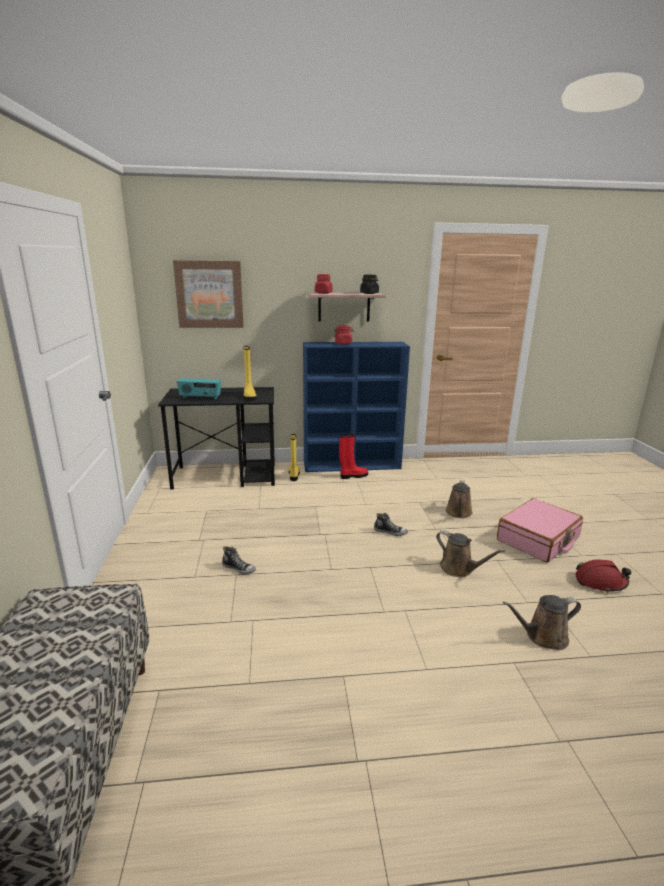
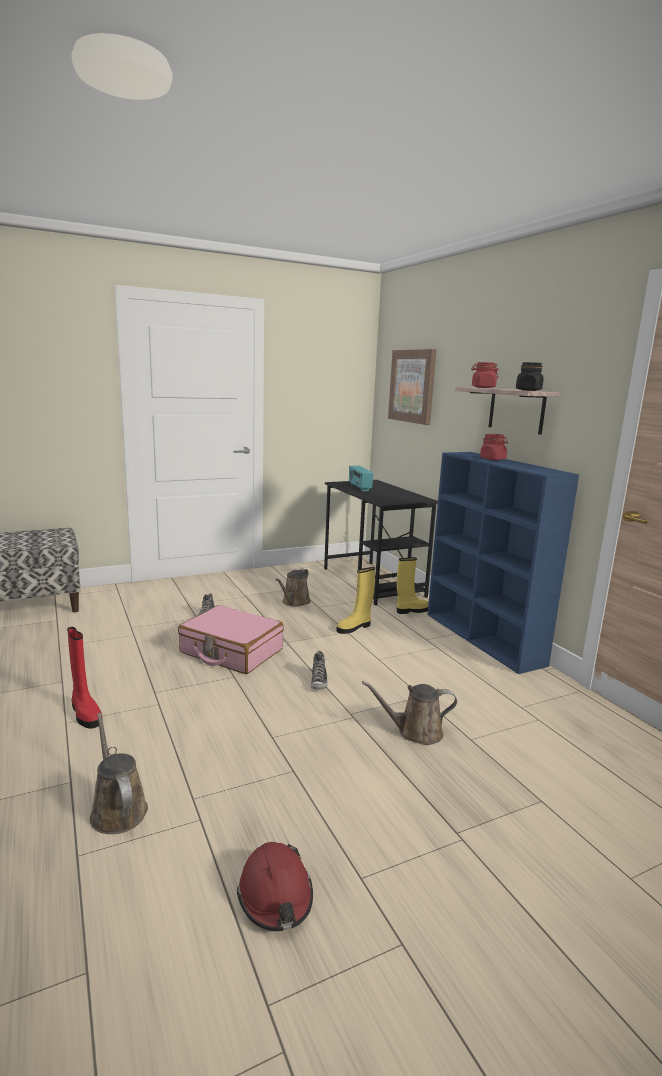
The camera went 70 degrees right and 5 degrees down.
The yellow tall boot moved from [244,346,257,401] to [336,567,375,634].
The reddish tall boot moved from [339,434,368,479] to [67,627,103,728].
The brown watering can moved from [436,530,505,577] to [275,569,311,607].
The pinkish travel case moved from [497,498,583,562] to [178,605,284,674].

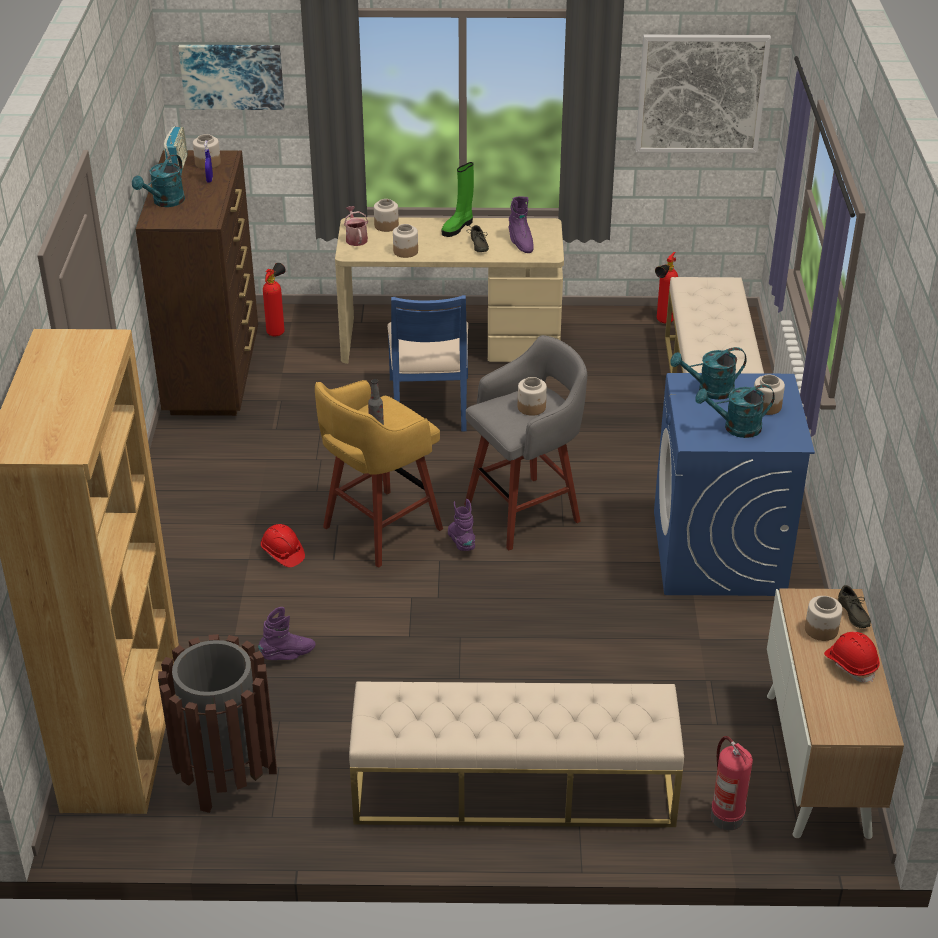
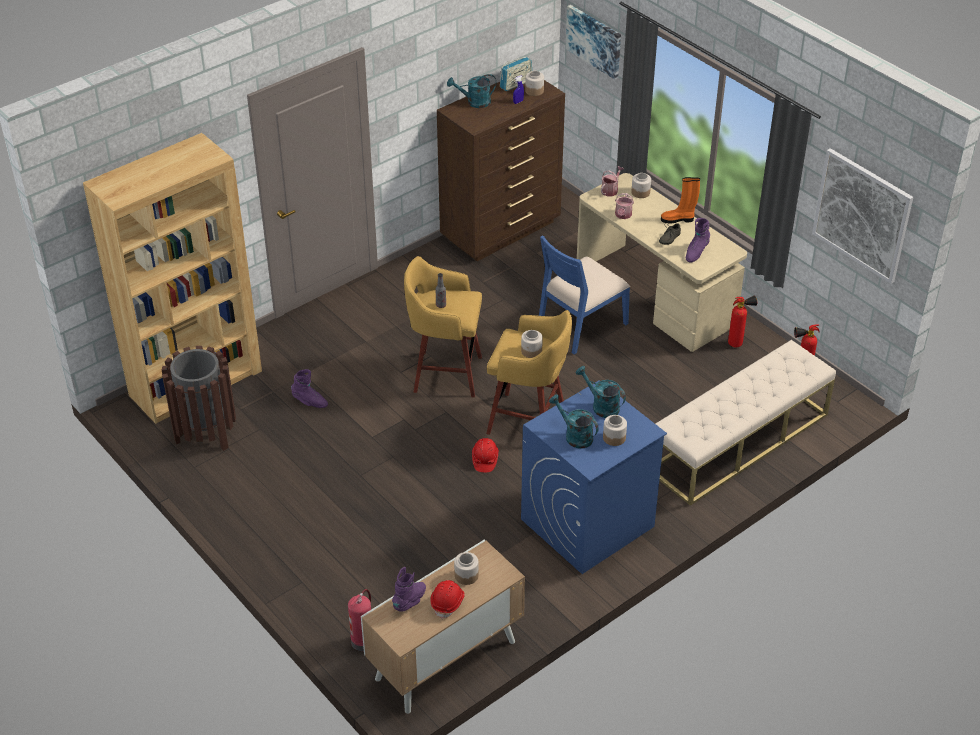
The camera went 50 degrees right and 5 degrees up.
The reddish work helmet moved from [261,524,305,567] to [472,438,499,472].
The extinguisher moved from [263,263,286,336] to [728,295,757,347].
The beige indoor bench at [349,681,684,827] disappeared.
The jar at [393,224,418,258] was replaced by the watering can at [615,193,634,219].
The greenish tall boot at [442,162,474,237] became the orangey tall boot at [661,177,700,223].
The purple-coloured tall boot moved from [448,499,475,551] to [392,567,426,612].
The gray stool at [464,335,587,550] became the yellow stool at [486,310,572,435].
The gray shoe at [838,585,871,628] disappeared.

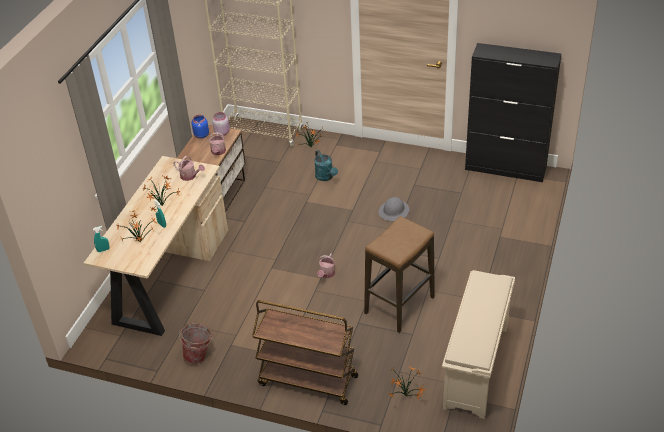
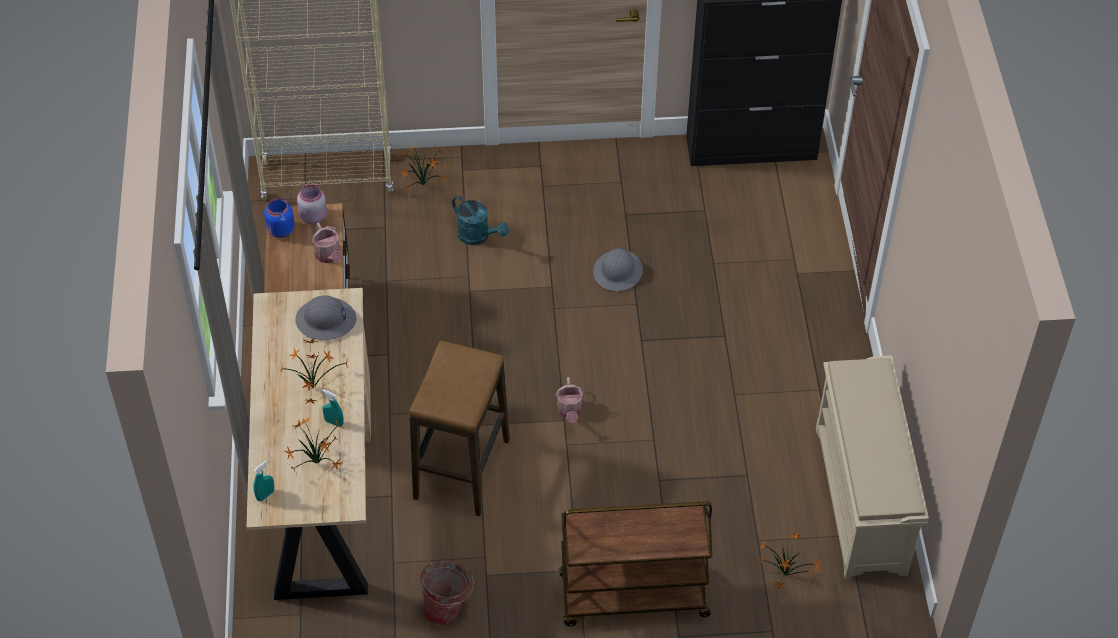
The camera went 25 degrees left and 10 degrees up.
The watering can at [173,156,205,181] was replaced by the gray work helmet at [295,295,356,340].
The stool moved from [364,216,435,333] to [409,341,510,516].

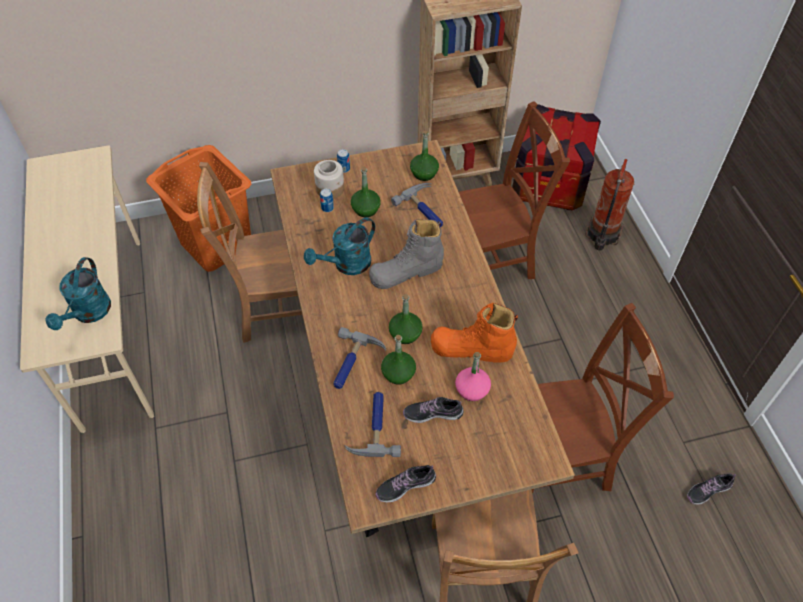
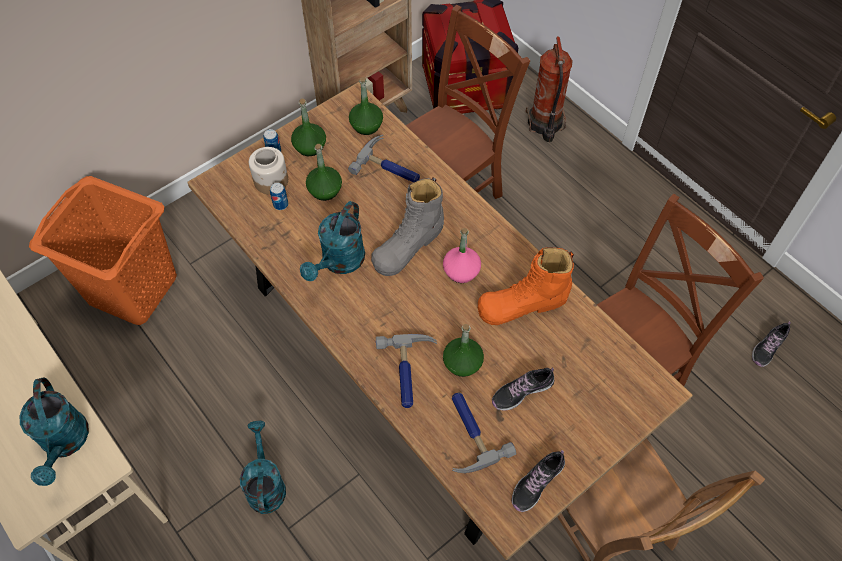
The camera went 25 degrees left and 5 degrees up.
The brown chair at [197,162,302,343] disappeared.
The greenish drink bottle moved from [389,294,423,344] to [291,98,326,156].
The pinkish drink bottle moved from [455,352,491,401] to [443,228,481,283].
The blue-green watering can at [240,421,286,514] appeared.

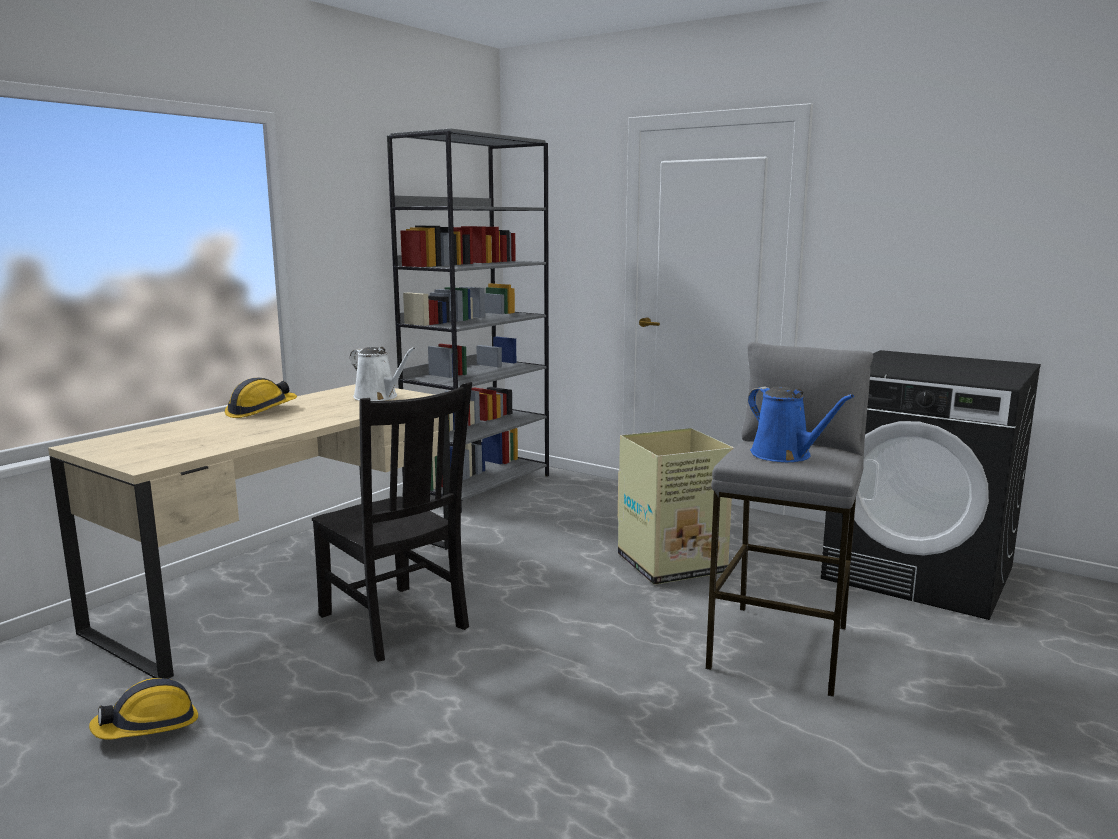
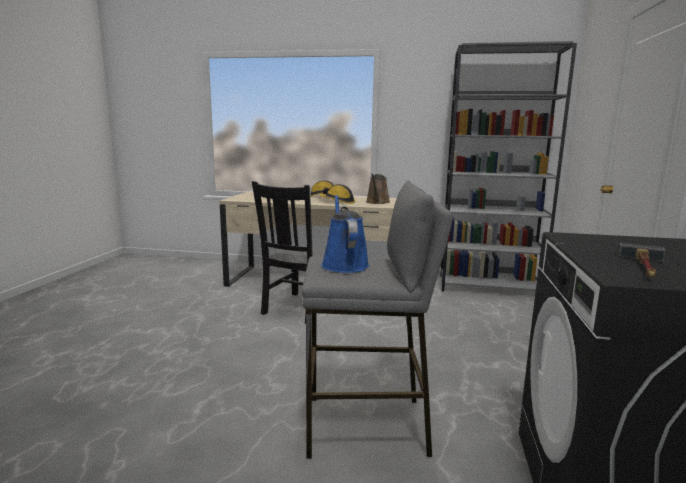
The camera went 65 degrees right and 0 degrees up.
The work helmet moved from [89,678,198,740] to [320,184,356,204].
The whitish watering can at [350,347,415,401] became the brown watering can at [366,174,390,204].
The cardboard box at [618,428,734,585] disappeared.
The bluish watering can at [748,386,854,462] turned 135 degrees clockwise.
The hand hammer at [618,243,666,278] appeared.

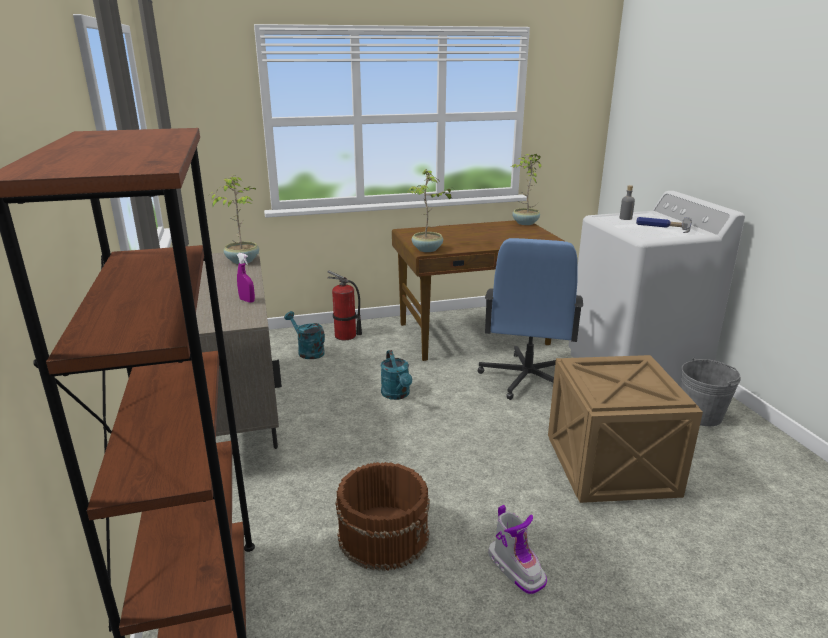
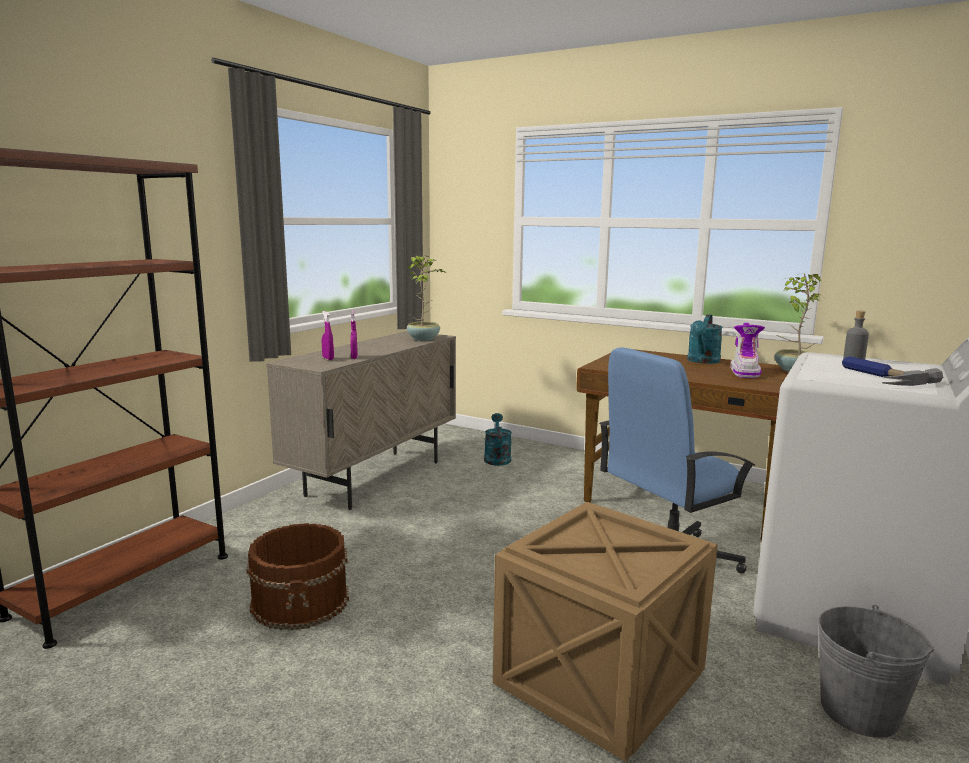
The camera went 45 degrees right and 10 degrees down.
The extinguisher at [328,270,362,340] disappeared.
The blue-green watering can moved from [381,350,412,400] to [687,314,723,364].
The houseplant at [408,169,456,252] disappeared.
The tall boot moved from [488,505,547,594] to [730,323,765,378].
The purple-coloured spray bottle at [322,311,334,360] appeared.

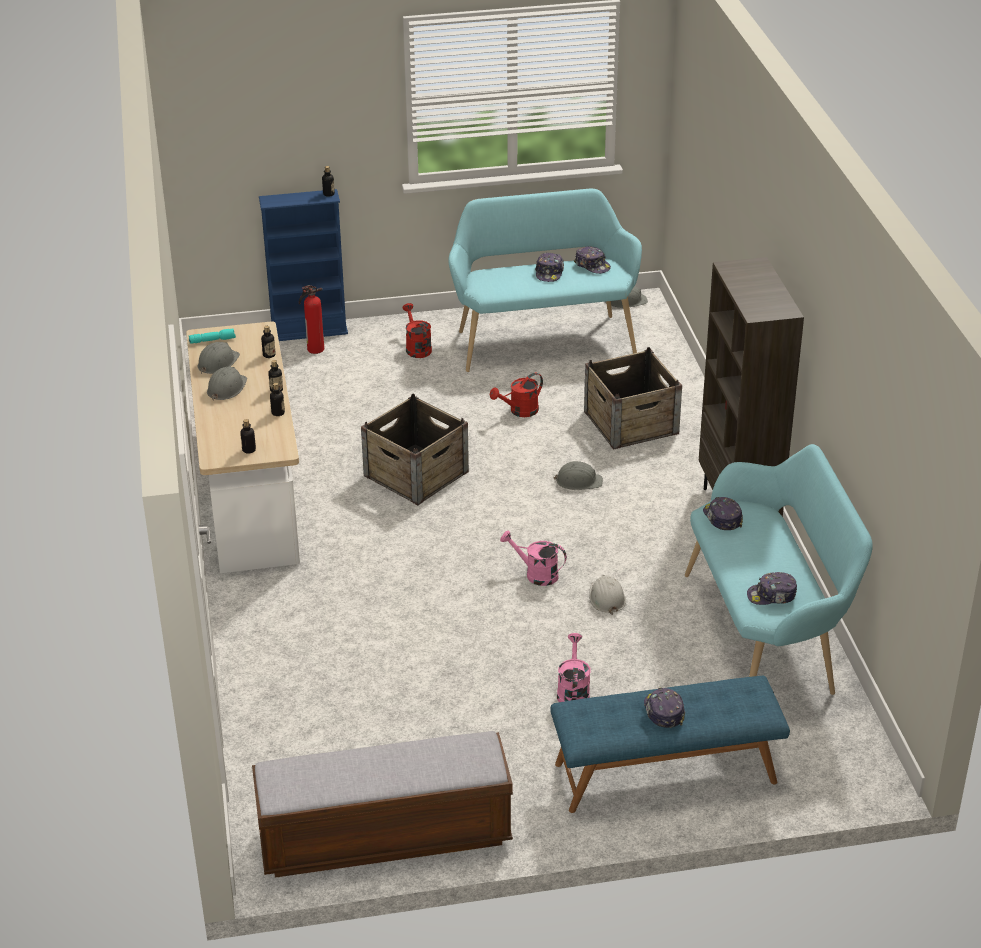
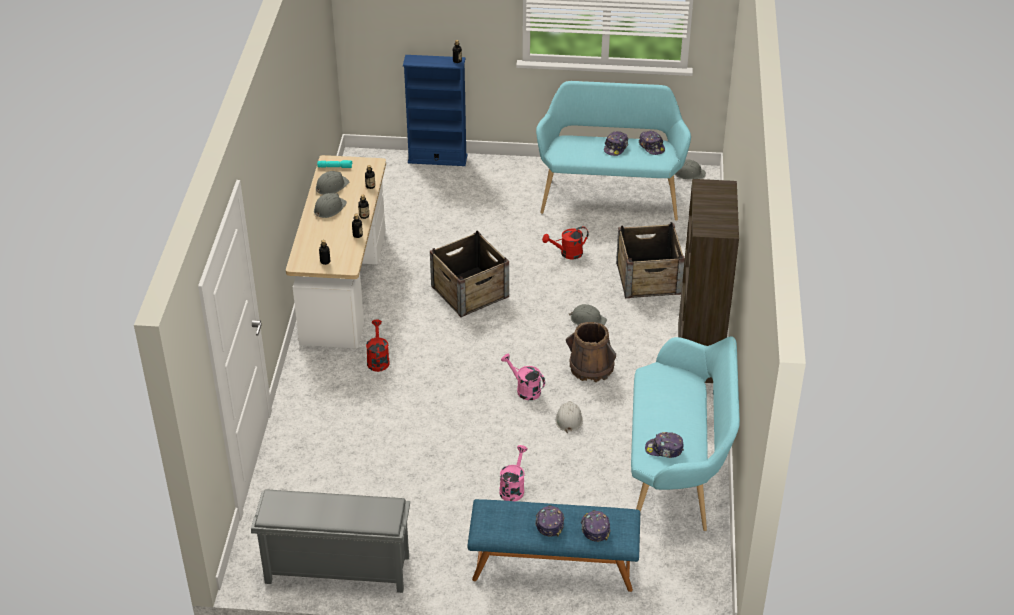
The camera went 15 degrees right and 5 degrees up.
The indoor bench at [252,731,513,878] was replaced by the gray shoe shelf at [251,489,410,593].
The extinguisher at [299,285,324,354] disappeared.
The reddish watering can moved from [402,303,432,358] to [366,320,390,372].
The cap moved from [703,497,743,530] to [581,510,611,542].
The brown water bucket at [566,322,616,382] appeared.

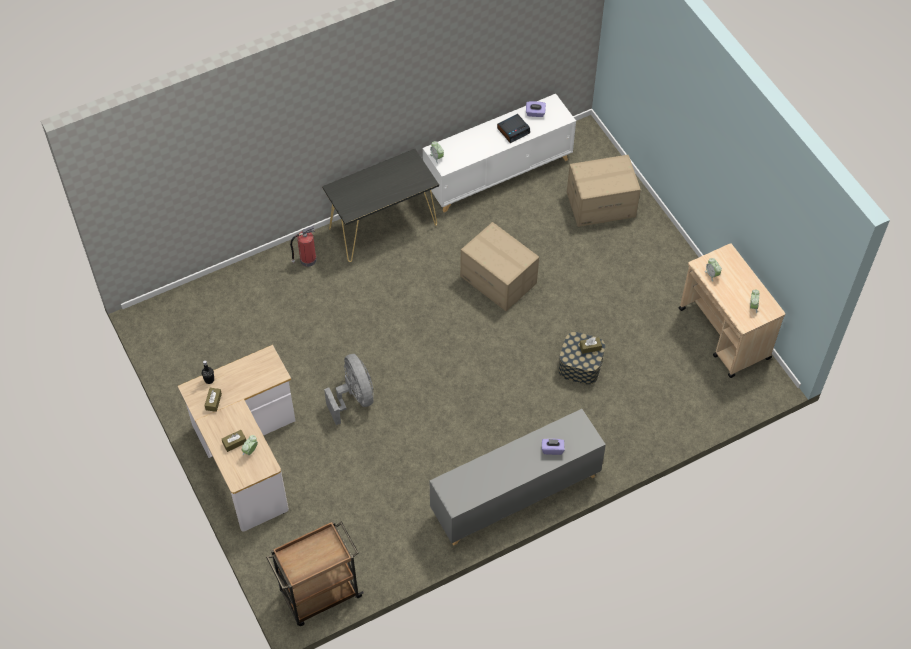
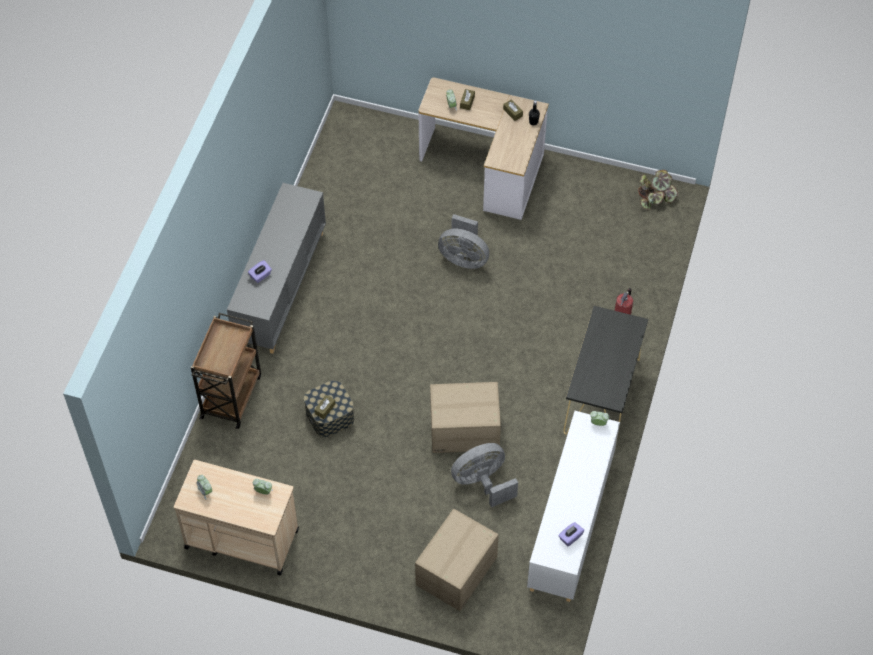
The camera went 135 degrees right and 0 degrees up.
The brown cart moved from [266,521,364,626] to [191,313,261,429].
The bedside clock at [497,114,530,143] disappeared.
The gray fan at [451,443,518,507] appeared.
The houseplant at [638,170,678,210] appeared.

